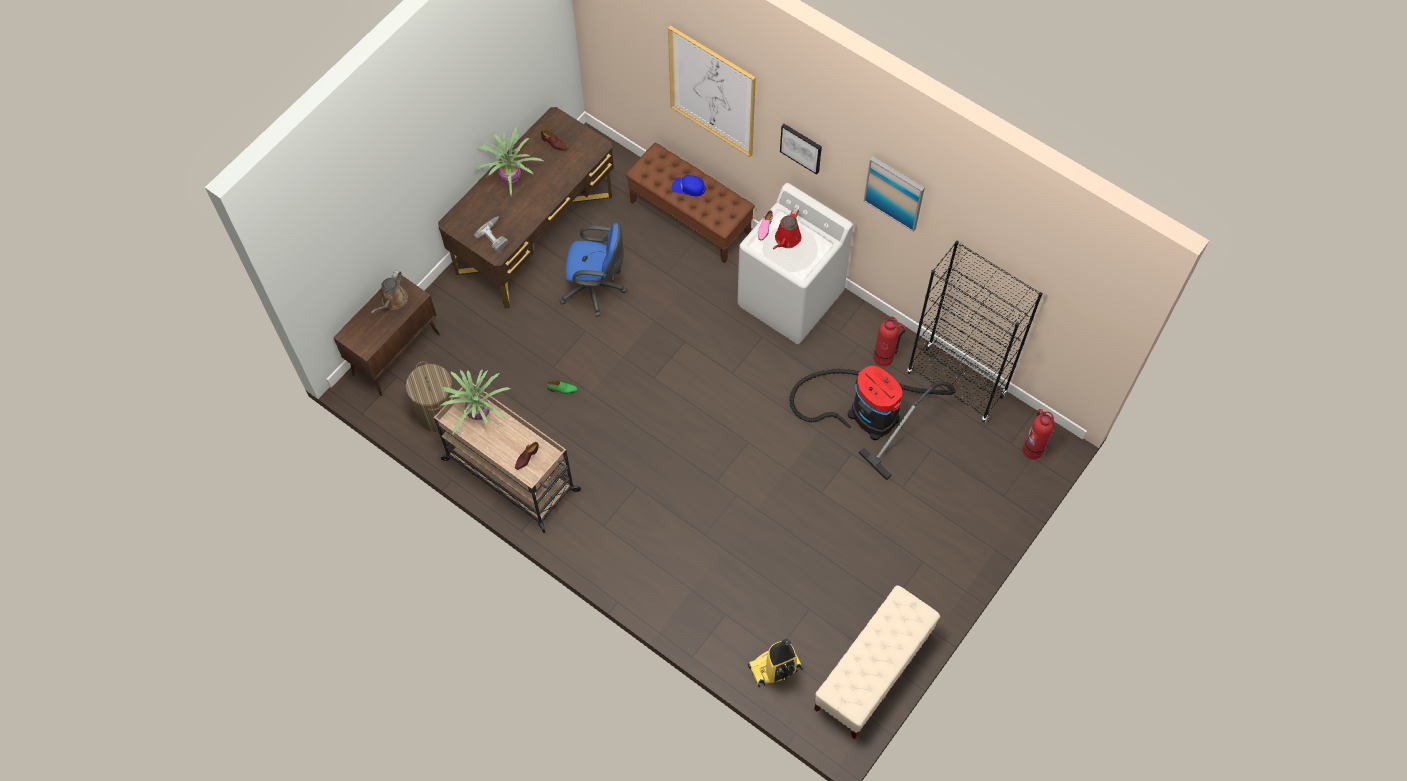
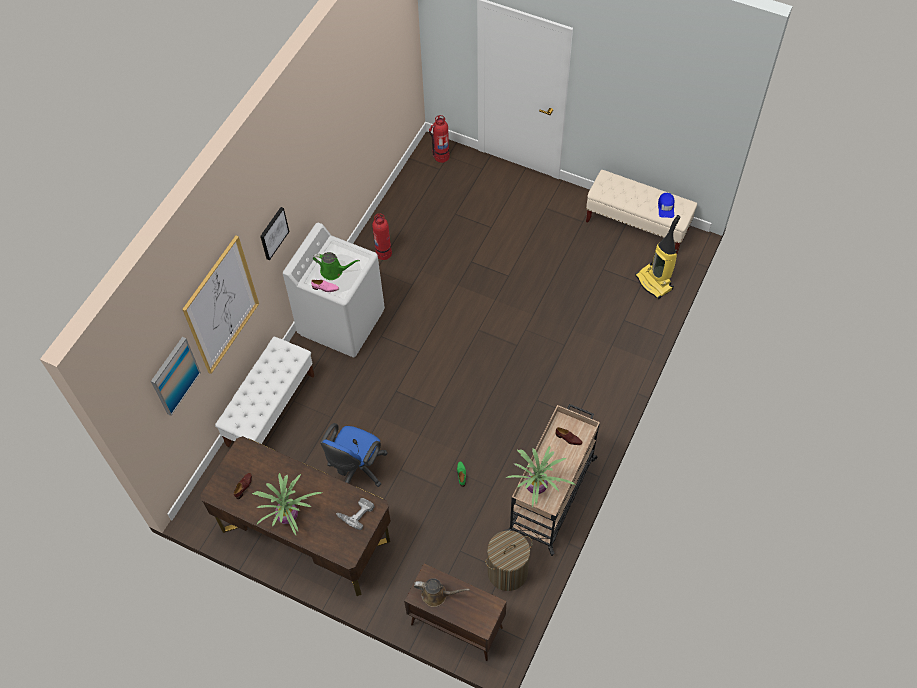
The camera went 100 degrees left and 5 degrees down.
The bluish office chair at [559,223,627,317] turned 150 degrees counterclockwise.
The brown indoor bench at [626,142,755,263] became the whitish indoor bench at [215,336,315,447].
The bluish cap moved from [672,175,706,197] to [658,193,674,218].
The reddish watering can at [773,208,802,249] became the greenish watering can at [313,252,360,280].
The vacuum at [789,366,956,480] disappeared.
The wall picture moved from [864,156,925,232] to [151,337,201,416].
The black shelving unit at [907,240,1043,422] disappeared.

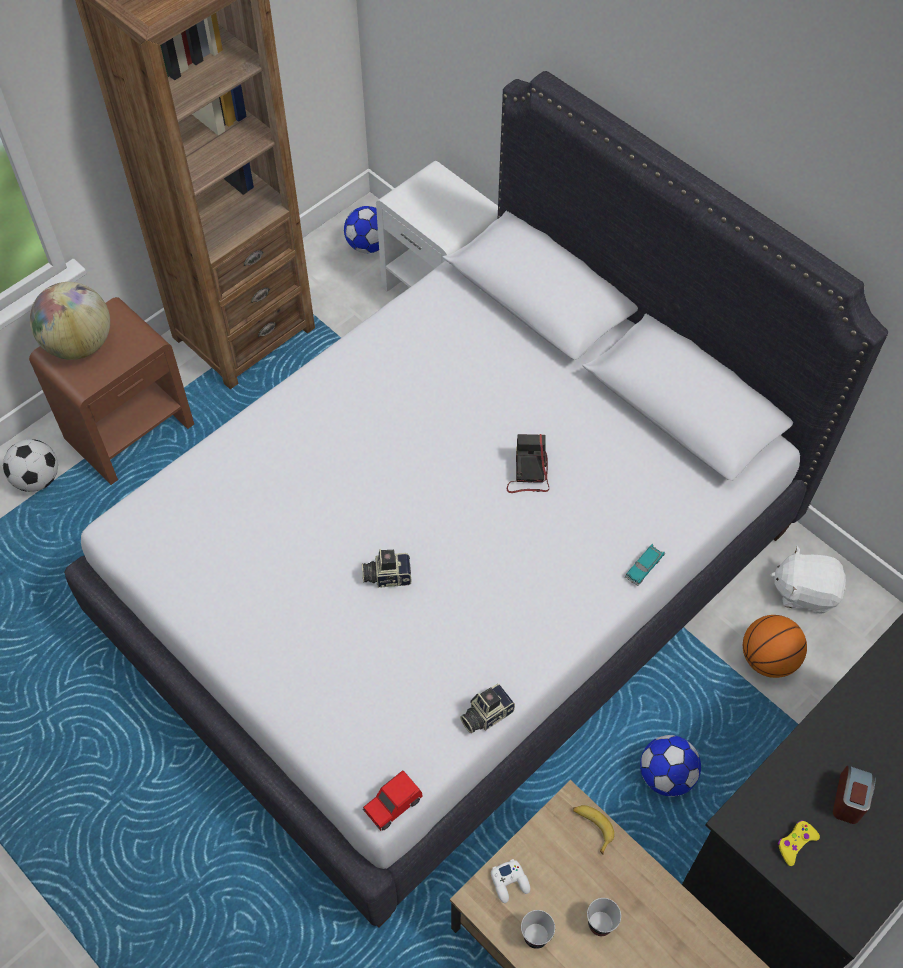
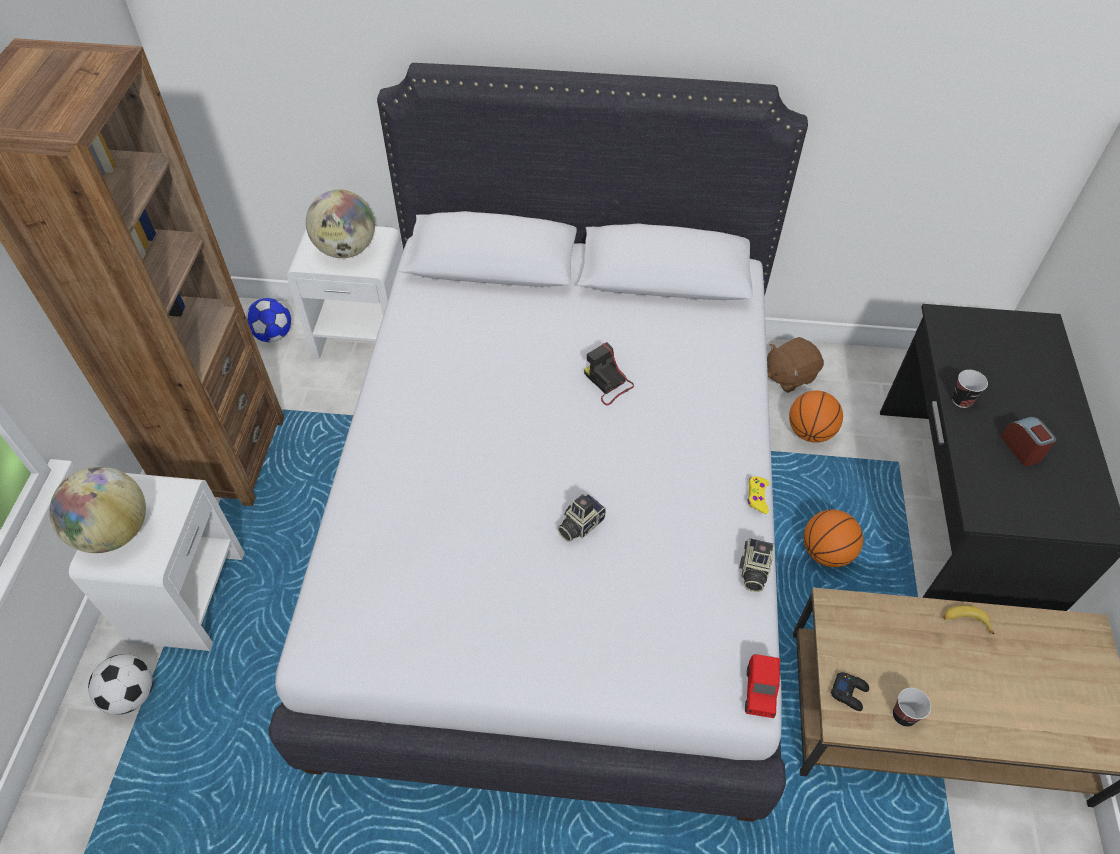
The camera went 40 degrees left and 5 degrees down.
The brown bedside table at [29,297,194,485] became the whitish bedside table at [69,473,245,651].
The whitish gamepad at [491,859,530,903] became the black gamepad at [831,672,869,711].
The whole banana moved from [573,805,614,854] to [943,605,995,634].
The small cup moved from [587,898,621,936] to [952,370,988,408].
The toy car at [625,544,665,586] disappeared.
The ball for football at [640,735,701,797] was replaced by the ball for basketball at [804,510,863,567].
The whitish plush toy at [771,546,846,614] became the brown plush toy at [767,337,824,393].
The yellow gamepad moved from [778,820,820,866] to [748,476,769,514].
The globe at [306,189,375,258] appeared.

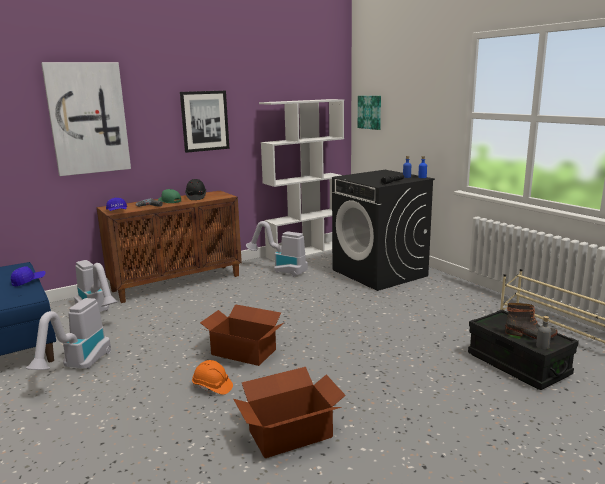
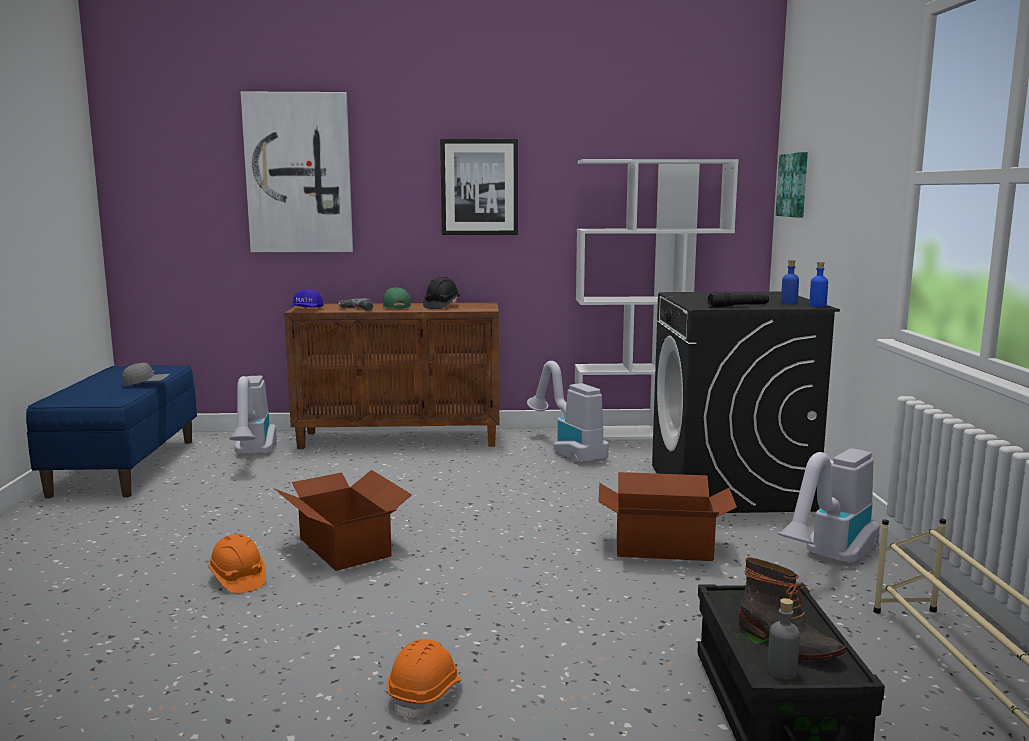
The camera went 30 degrees right and 5 degrees down.
The bluish cap at [11,267,46,287] became the gray cap at [122,362,170,387].
The vacuum moved from [26,298,111,370] to [777,448,880,566].
The cardboard box moved from [233,367,346,458] to [598,472,737,561].
The orangey work helmet at [387,639,462,721] appeared.

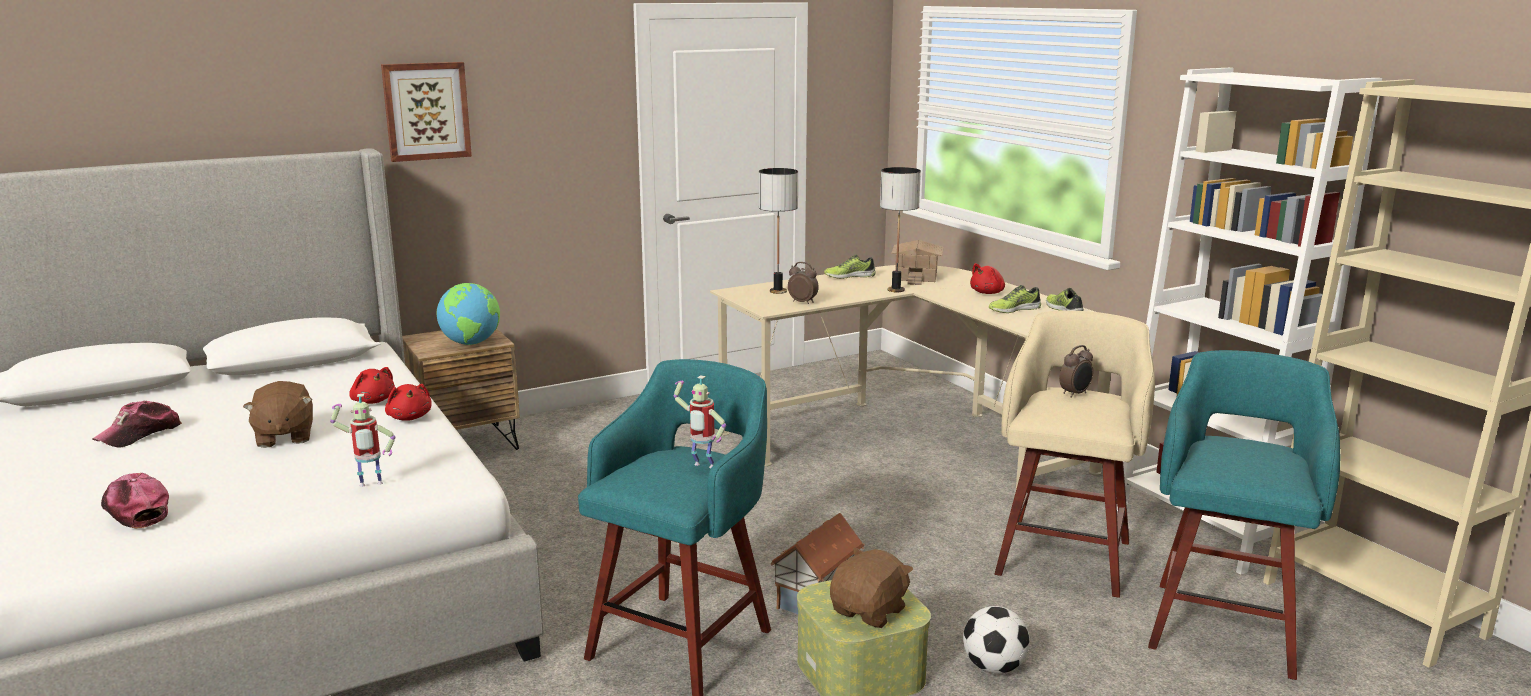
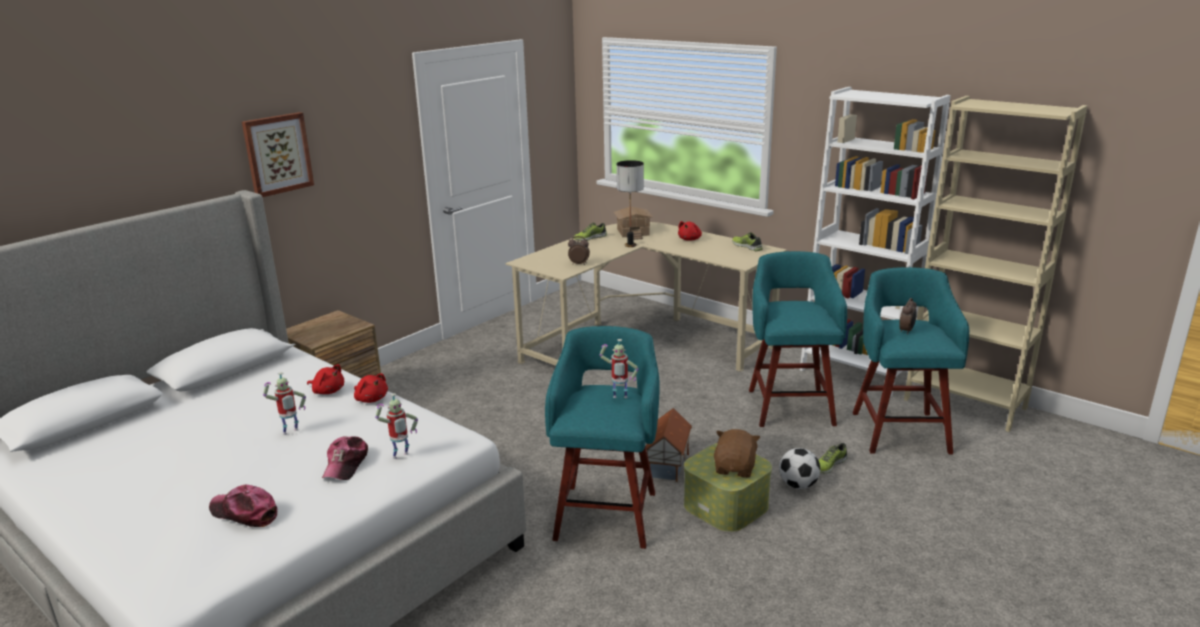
The camera went 20 degrees left and 5 degrees up.
The cap moved from [92,401,182,448] to [322,436,368,480].
The brown plush toy at [243,381,313,448] was replaced by the model robot at [263,372,306,435].
The globe at [437,283,500,345] disappeared.
The tabletop lamp at [759,168,798,294] disappeared.
The shoe moved from [989,285,1041,313] to [819,443,848,473].
The beige stool at [995,310,1155,598] became the blue-green stool at [749,251,847,427].
The bedside clock moved from [1059,345,1093,398] to [899,298,917,334].

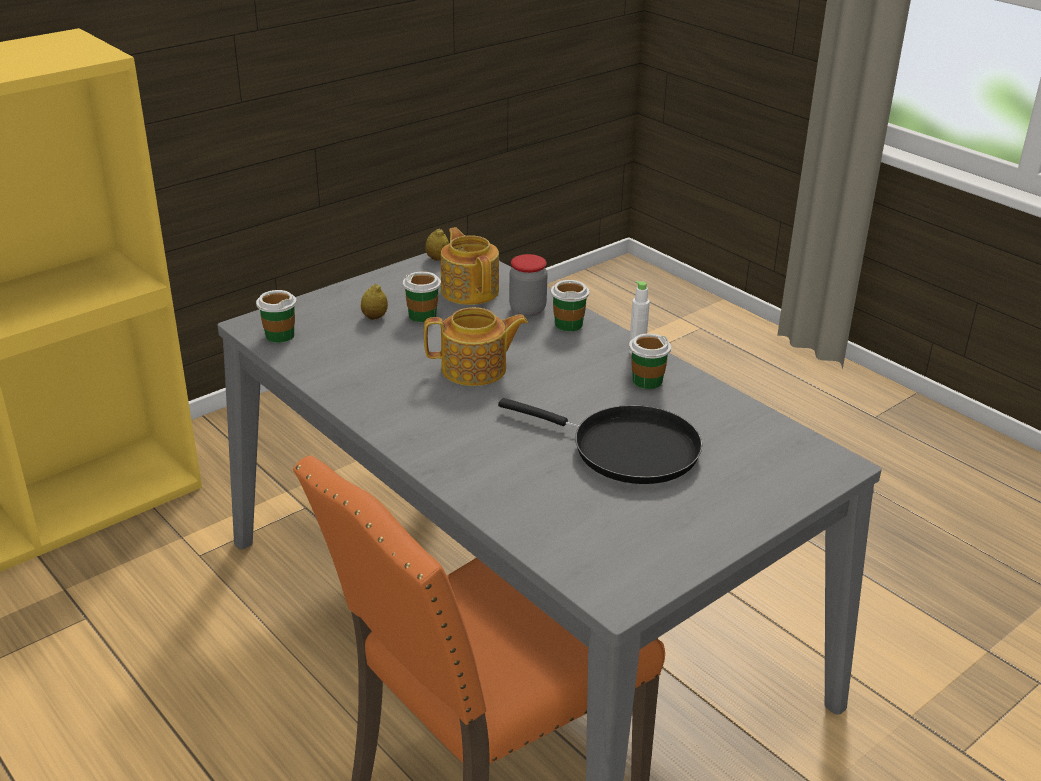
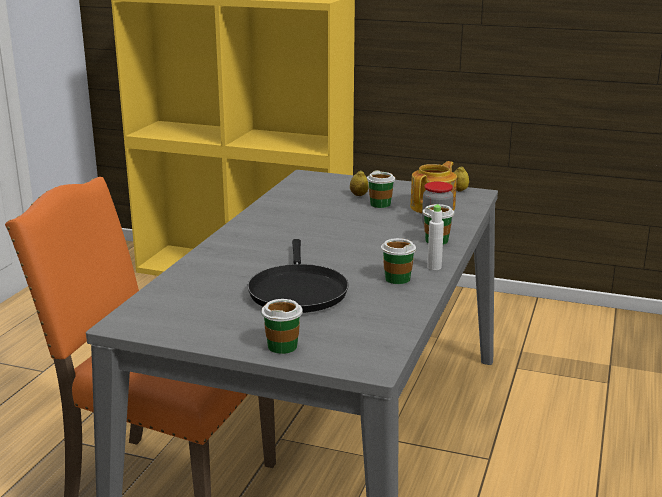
The camera went 60 degrees right and 10 degrees down.
The small cup moved from [256,290,296,343] to [261,299,303,354].
The tea pot at [424,307,528,386] disappeared.

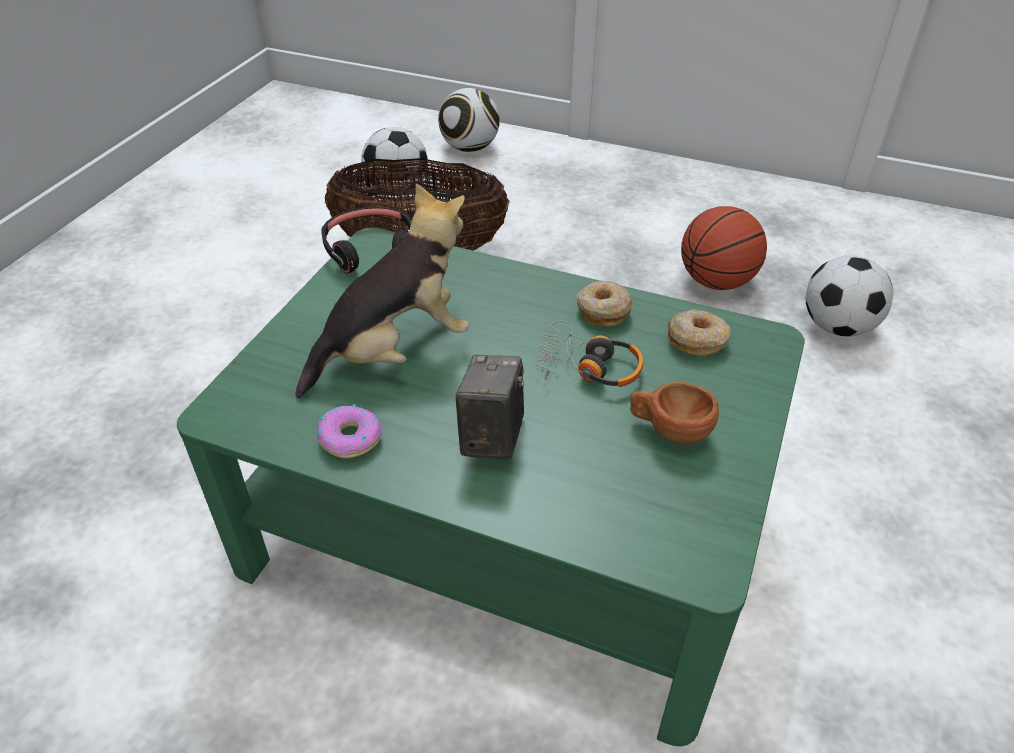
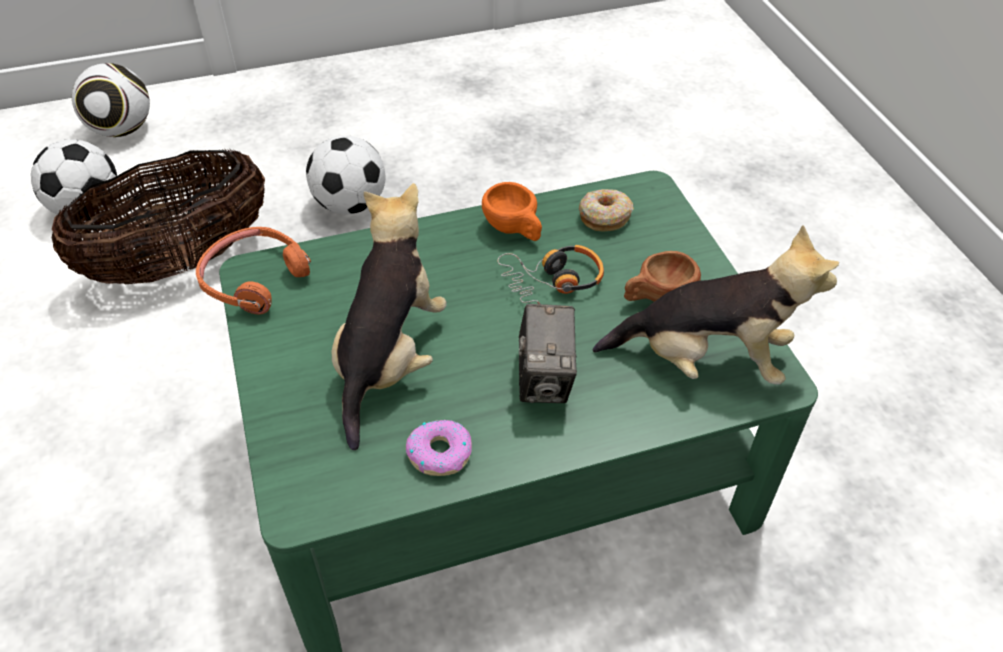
The camera went 40 degrees left and 5 degrees up.
The black pair of headphones at [321,207,412,274] became the orangey pair of headphones at [196,227,311,314].
The photo camera at [456,355,524,460] turned 150 degrees counterclockwise.
The doughnut at [576,281,633,327] was replaced by the orangey small cup at [482,182,542,241].
The ball for basketball at [681,206,767,290] disappeared.
The ball for football moved from [806,256,893,337] to [306,135,385,214].
The plush toy at [593,225,839,385] appeared.

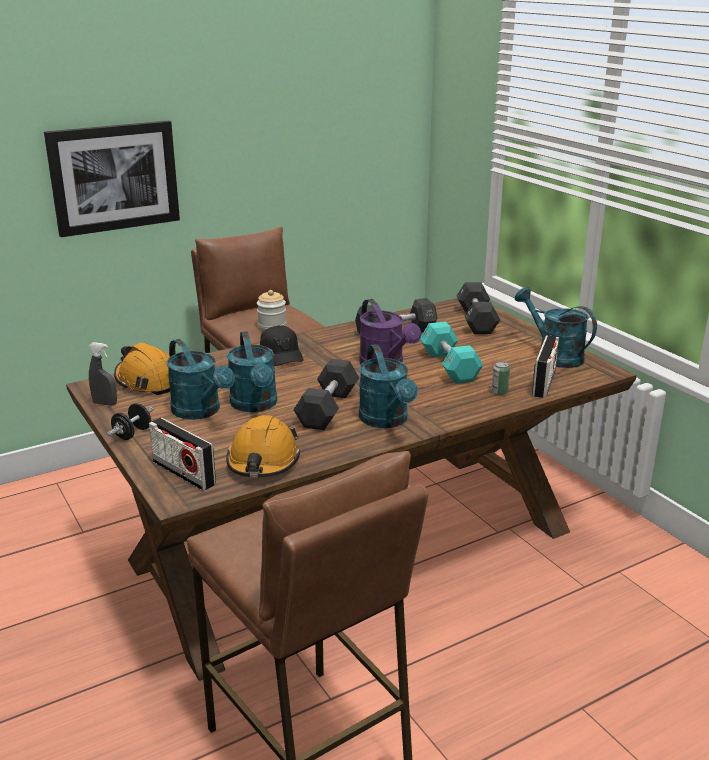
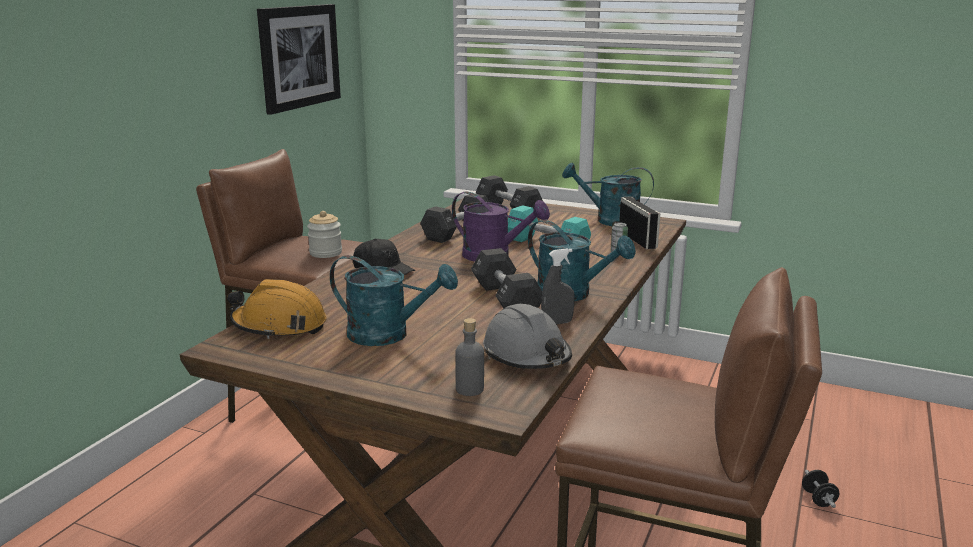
The camera went 35 degrees left and 5 degrees down.
The wall picture moved from [44,121,180,237] to [257,4,341,115].
The gray spray bottle moved from [89,342,117,406] to [541,248,575,324].
The black hand weight moved from [107,403,154,440] to [802,470,839,508].
The radio at [149,418,216,491] was replaced by the gray drink bottle at [455,318,484,396].
The orangey work helmet at [226,415,300,477] became the gray work helmet at [483,304,572,369].
The blue-green watering can at [227,331,277,412] disappeared.

